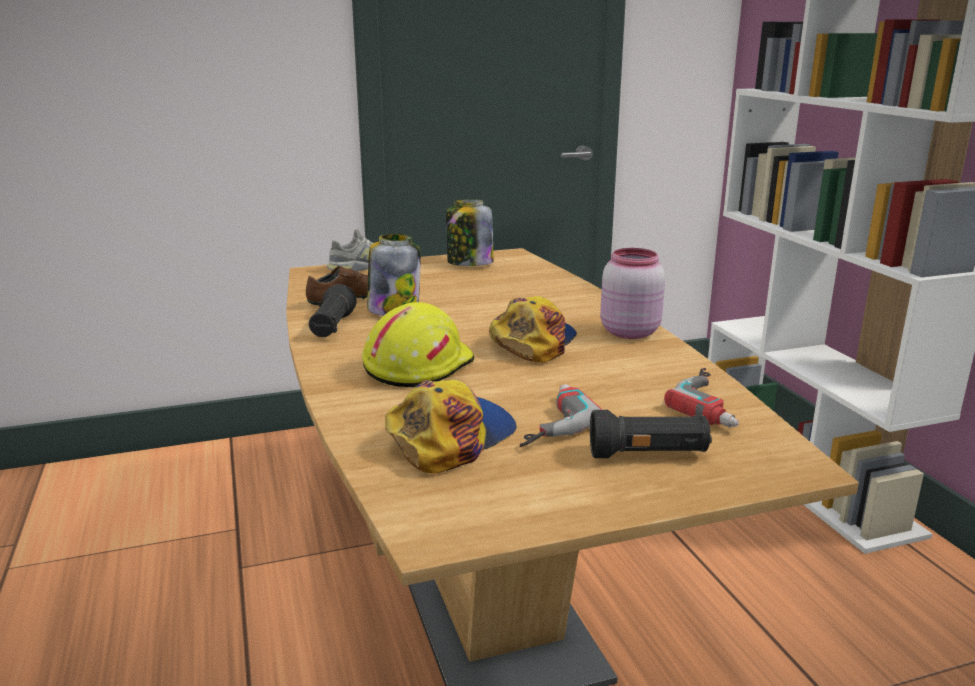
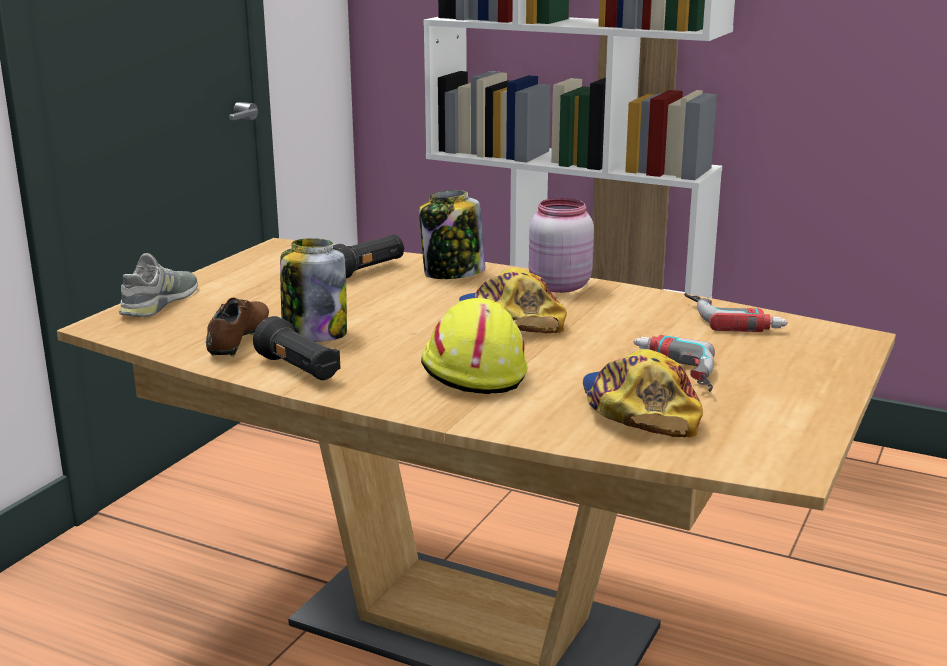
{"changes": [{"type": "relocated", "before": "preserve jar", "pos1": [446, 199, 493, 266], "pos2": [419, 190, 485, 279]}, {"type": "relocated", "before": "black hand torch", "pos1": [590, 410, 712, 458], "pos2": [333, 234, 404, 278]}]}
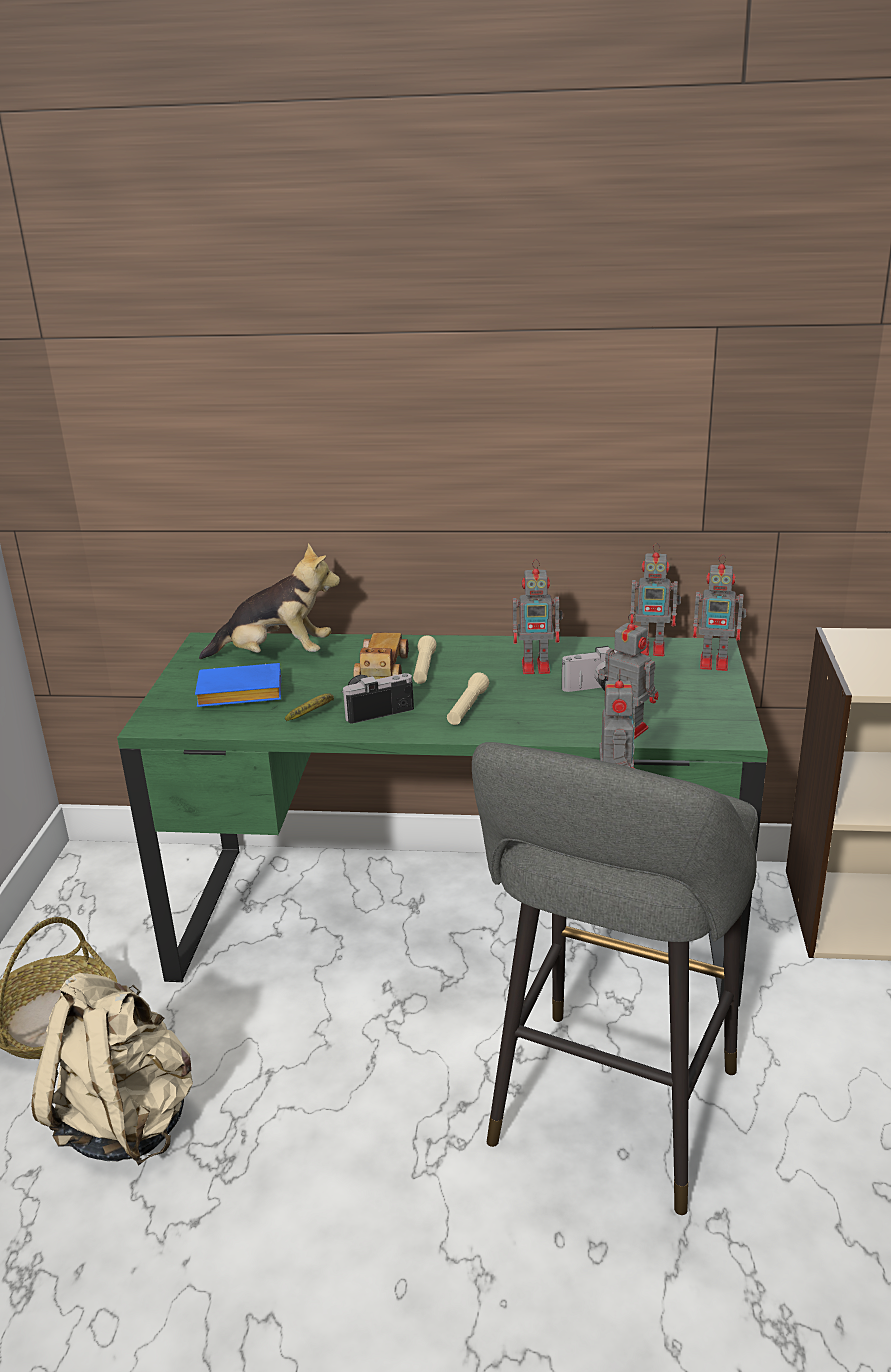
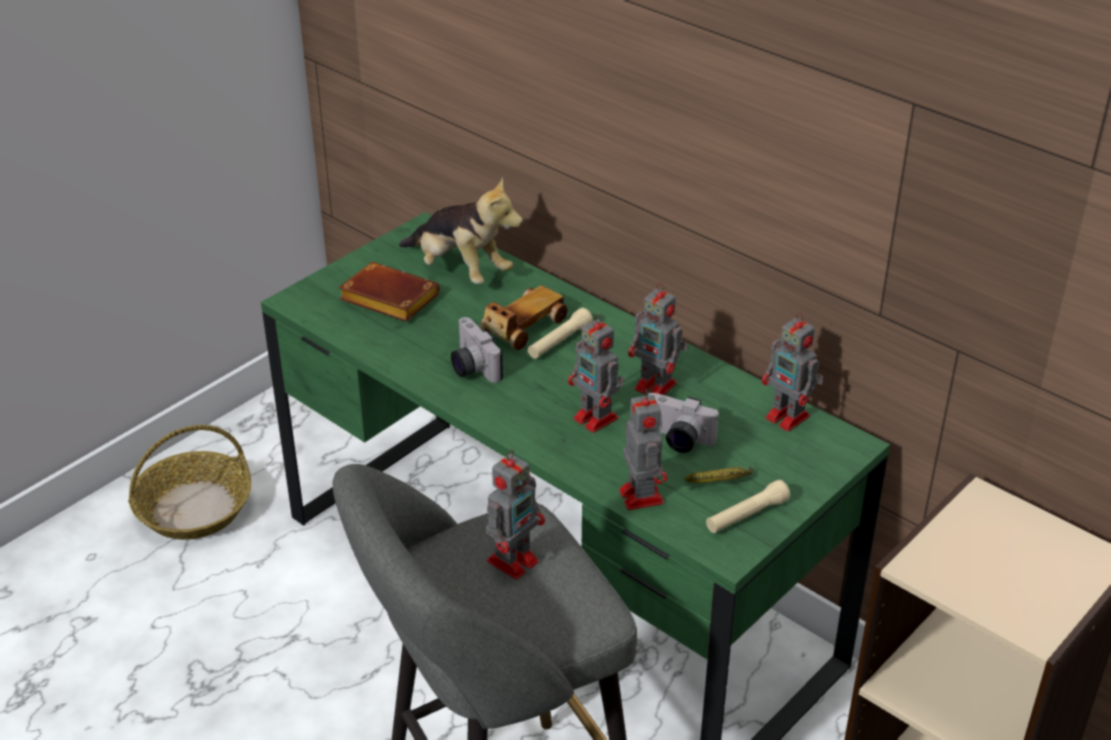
{"changes": [{"type": "missing", "before": "beige-coloured rucksack", "pos1": [31, 973, 193, 1166]}, {"type": "relocated", "before": "whole banana", "pos1": [285, 693, 334, 721], "pos2": [684, 466, 753, 483]}, {"type": "relocated", "before": "beige-coloured hand torch", "pos1": [447, 672, 489, 725], "pos2": [706, 480, 790, 533]}, {"type": "relocated", "before": "robot figure", "pos1": [693, 554, 747, 671], "pos2": [568, 314, 624, 433]}, {"type": "colour", "before": "blue-coloured book", "after": "brown book", "pos1": [195, 663, 281, 707], "pos2": [339, 262, 440, 322]}, {"type": "spun", "before": "still camera", "pos1": [341, 673, 414, 724], "pos2": [451, 317, 503, 383], "turn": -135}]}
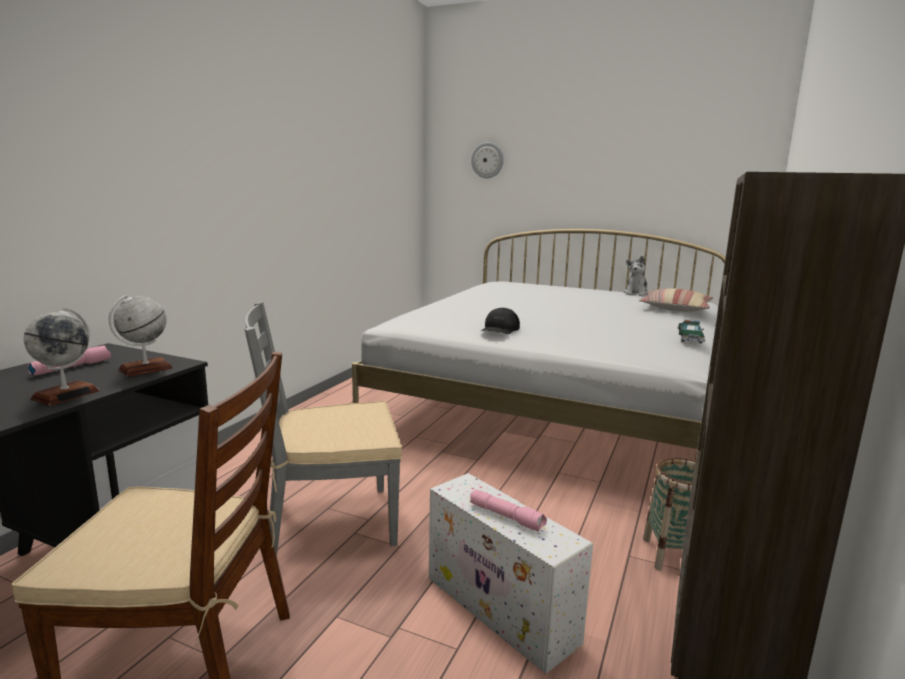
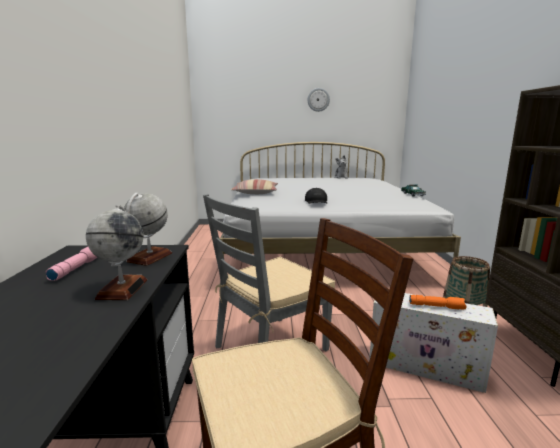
{"changes": [{"type": "relocated", "before": "clock on the wall", "pos1": [471, 142, 504, 178], "pos2": [308, 88, 330, 112]}, {"type": "relocated", "before": "cushion", "pos1": [639, 288, 713, 312], "pos2": [231, 179, 278, 194]}, {"type": "colour", "before": "pink-coloured hand torch", "after": "orange hand torch", "pos1": [470, 489, 547, 531], "pos2": [409, 295, 467, 309]}]}
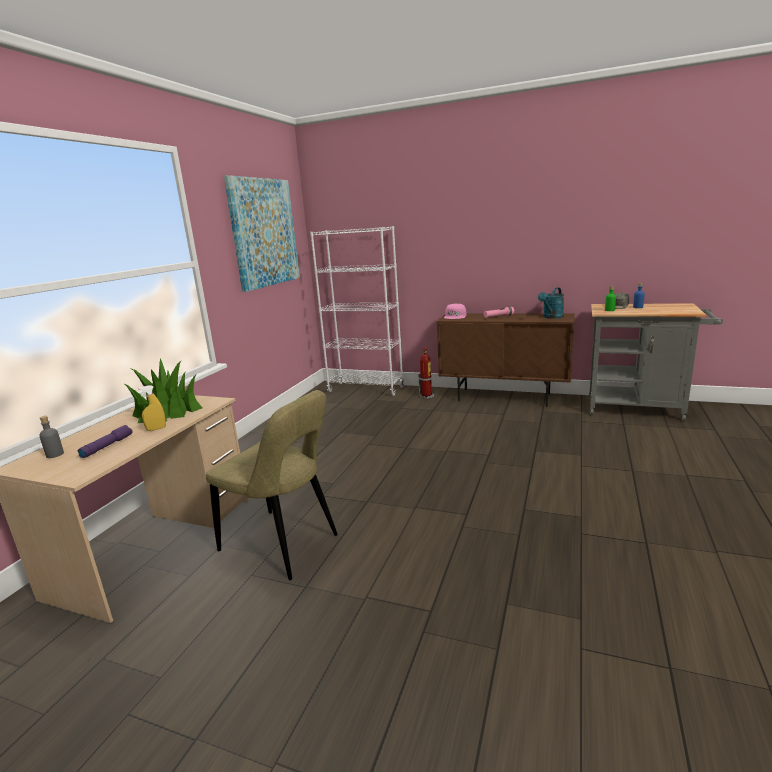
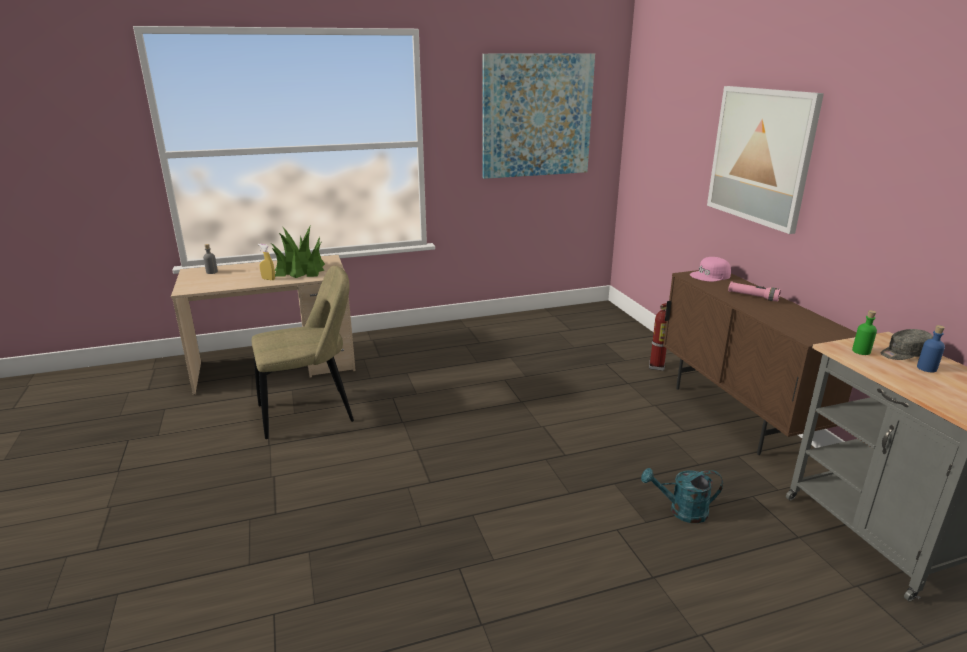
{"changes": [{"type": "missing", "before": "purplish hand torch", "pos1": [77, 425, 132, 458]}, {"type": "missing", "before": "white-coloured shelving unit", "pos1": [310, 226, 404, 396]}, {"type": "appeared", "after": "wall picture", "pos2": [707, 86, 824, 234]}, {"type": "relocated", "before": "turquoise watering can", "pos1": [538, 288, 564, 319], "pos2": [641, 468, 723, 523]}, {"type": "spun", "before": "beige-coloured chair", "pos1": [206, 390, 338, 580], "pos2": [252, 266, 354, 439], "turn": -105}]}
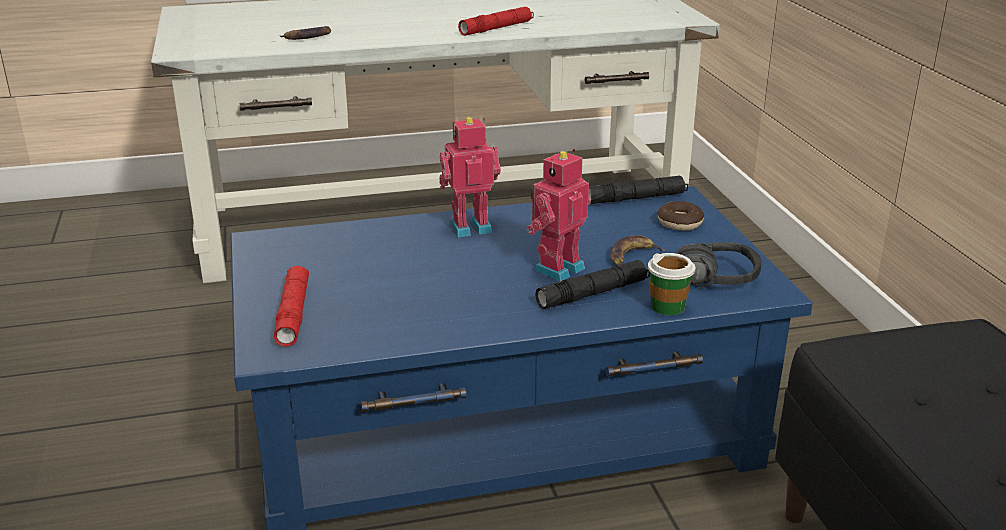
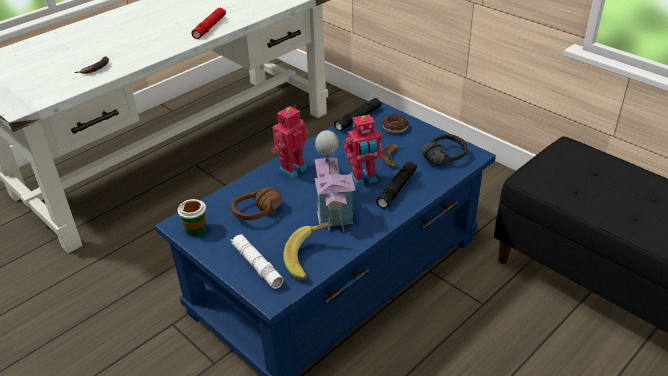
{"changes": [{"type": "appeared", "after": "brown headset", "pos2": [232, 187, 282, 221]}, {"type": "appeared", "after": "whole banana", "pos2": [284, 222, 332, 280]}, {"type": "appeared", "after": "toy house", "pos2": [315, 130, 356, 232]}, {"type": "relocated", "before": "small cup", "pos1": [648, 253, 695, 315], "pos2": [178, 199, 206, 236]}, {"type": "colour", "before": "reddish hand torch", "after": "white-coloured hand torch", "pos1": [274, 265, 309, 347], "pos2": [231, 234, 284, 289]}, {"type": "spun", "before": "robot figure", "pos1": [526, 149, 591, 281], "pos2": [344, 115, 384, 187], "turn": -120}]}
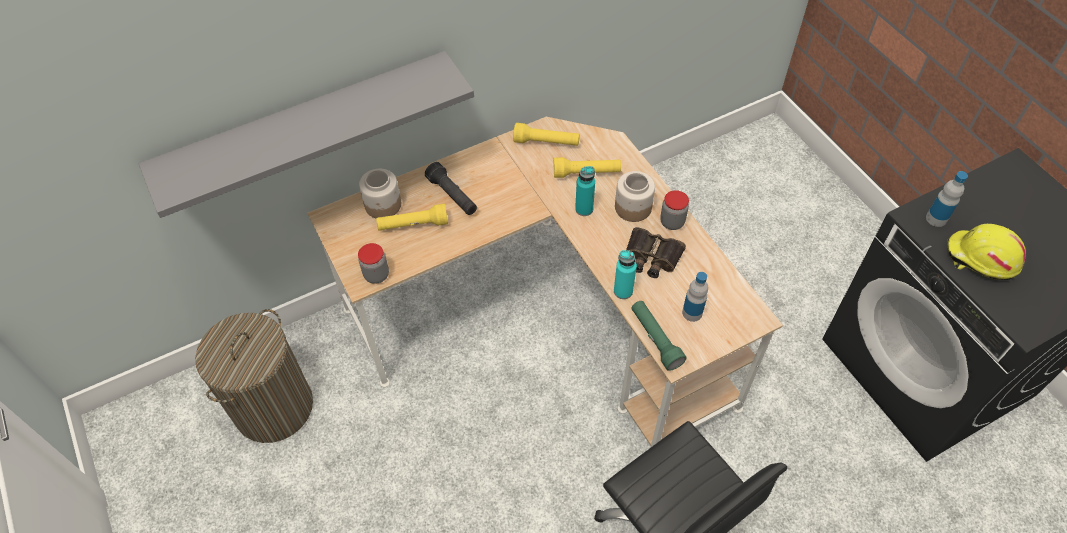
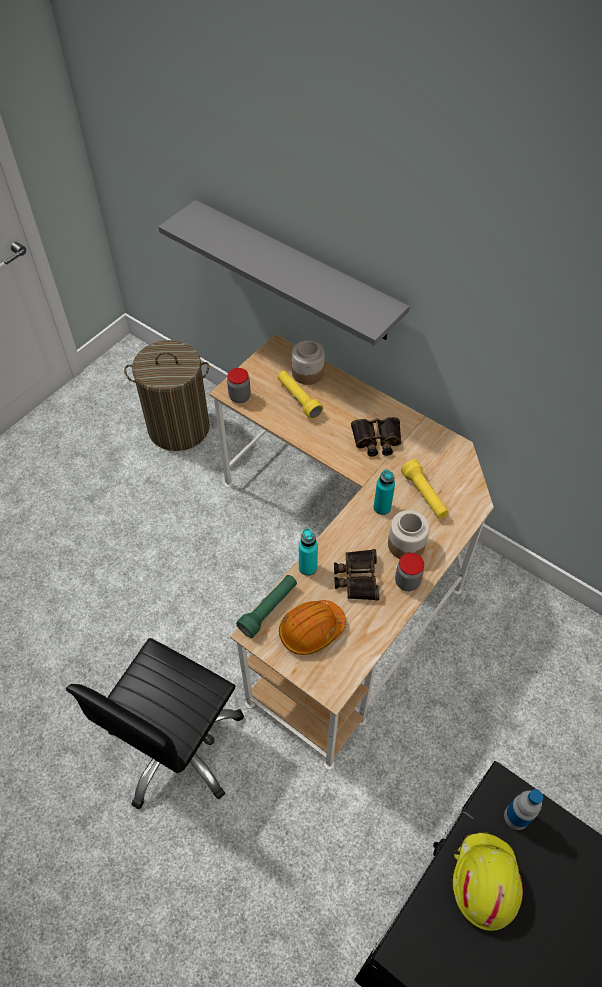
{"changes": [{"type": "missing", "before": "black hand torch", "pos1": [425, 162, 477, 215]}, {"type": "missing", "before": "yellowish hand torch", "pos1": [513, 123, 580, 146]}, {"type": "appeared", "after": "binoculars", "pos2": [351, 417, 401, 457]}, {"type": "exchanged", "before": "bottle", "after": "orange work helmet", "pos1": [682, 272, 708, 322], "pos2": [279, 600, 346, 655]}]}
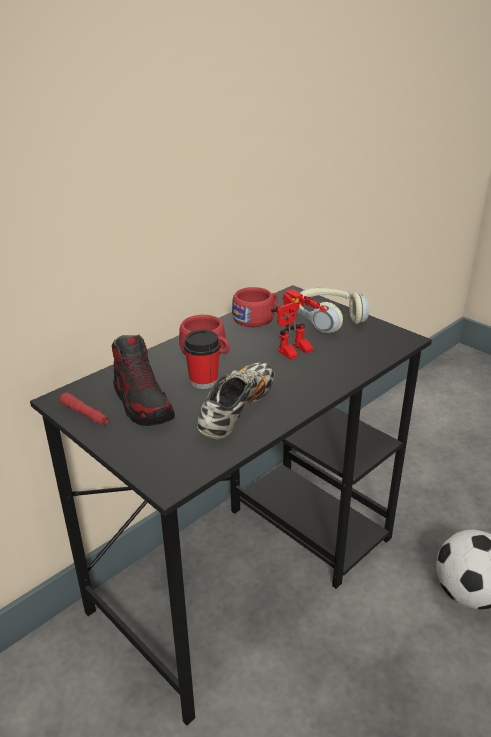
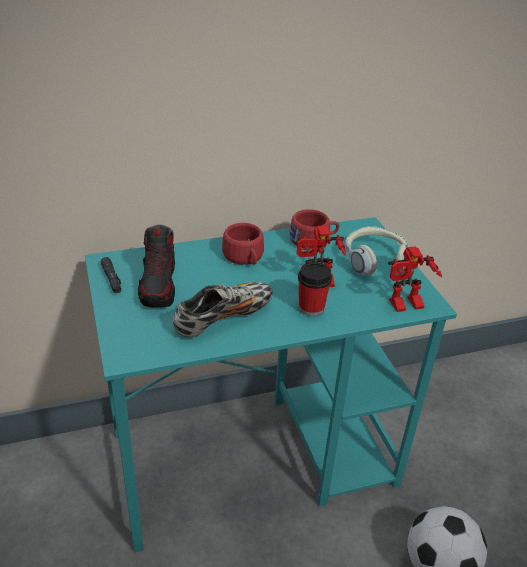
{"changes": [{"type": "appeared", "after": "robot figure", "pos2": [388, 246, 442, 312]}, {"type": "relocated", "before": "small cup", "pos1": [184, 330, 221, 389], "pos2": [298, 262, 332, 317]}, {"type": "colour", "before": "black desk table", "after": "turquoise desk table", "pos1": [30, 285, 432, 726], "pos2": [85, 217, 457, 552]}, {"type": "colour", "before": "reddish hand torch", "after": "black hand torch", "pos1": [60, 392, 108, 426], "pos2": [101, 257, 121, 293]}]}
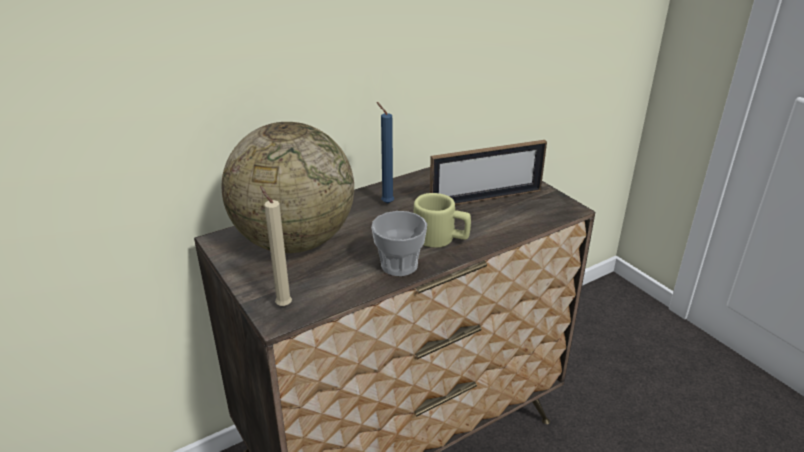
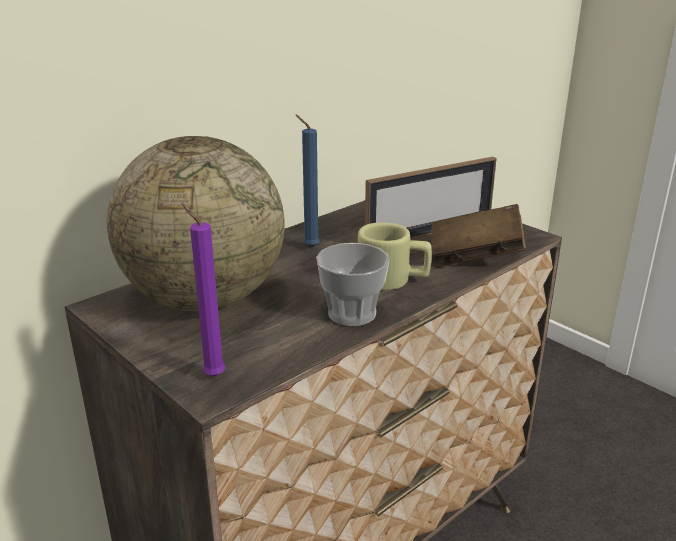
{"changes": [{"type": "appeared", "after": "brown book", "pos2": [431, 204, 526, 267]}, {"type": "colour", "before": "beige-coloured wax light", "after": "purplish wax light", "pos1": [260, 186, 292, 306], "pos2": [182, 203, 225, 377]}]}
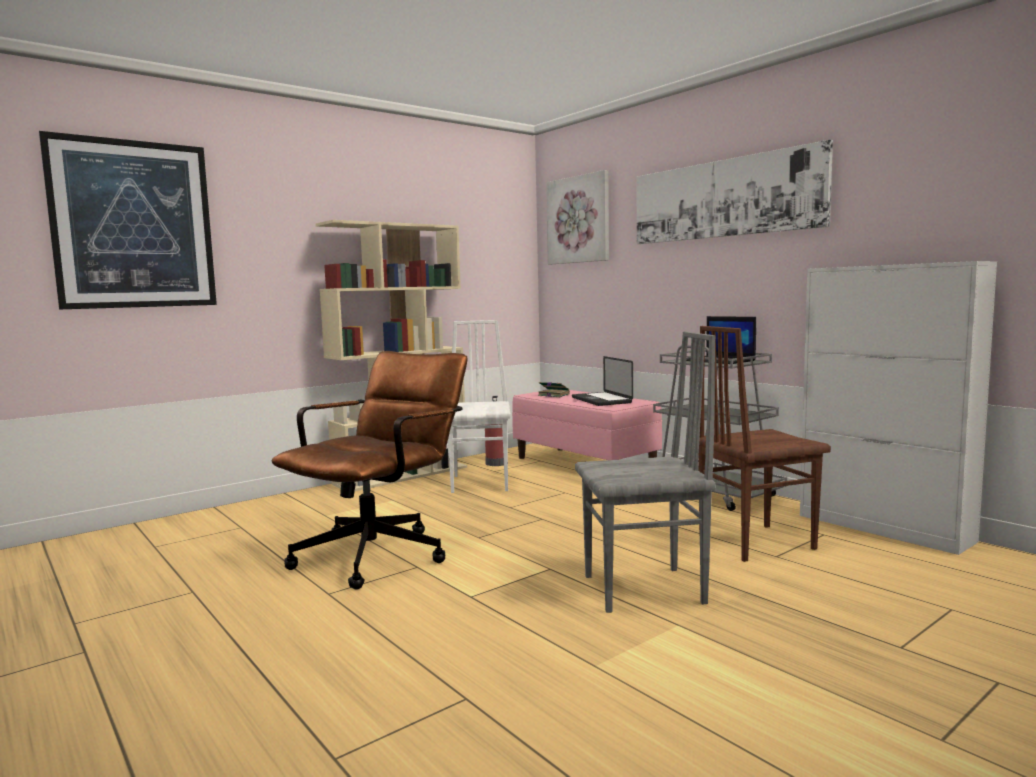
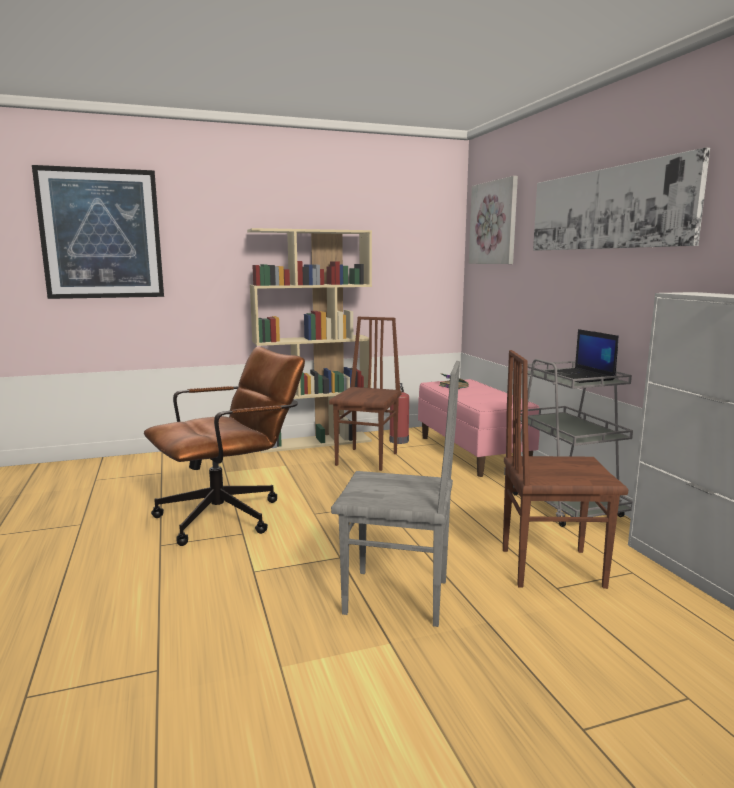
{"changes": [{"type": "missing", "before": "notebook computer", "pos1": [572, 356, 633, 406]}, {"type": "colour", "before": "white-coloured chair", "after": "brown chair", "pos1": [448, 320, 511, 493], "pos2": [329, 317, 402, 471]}]}
